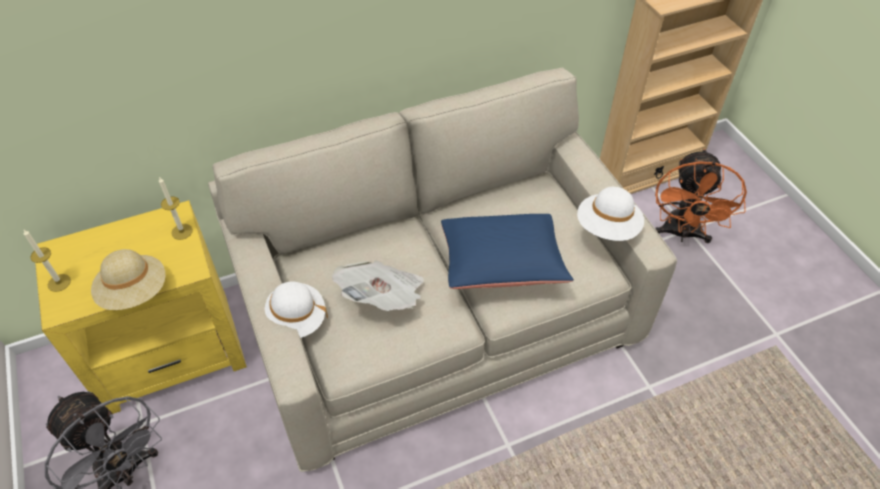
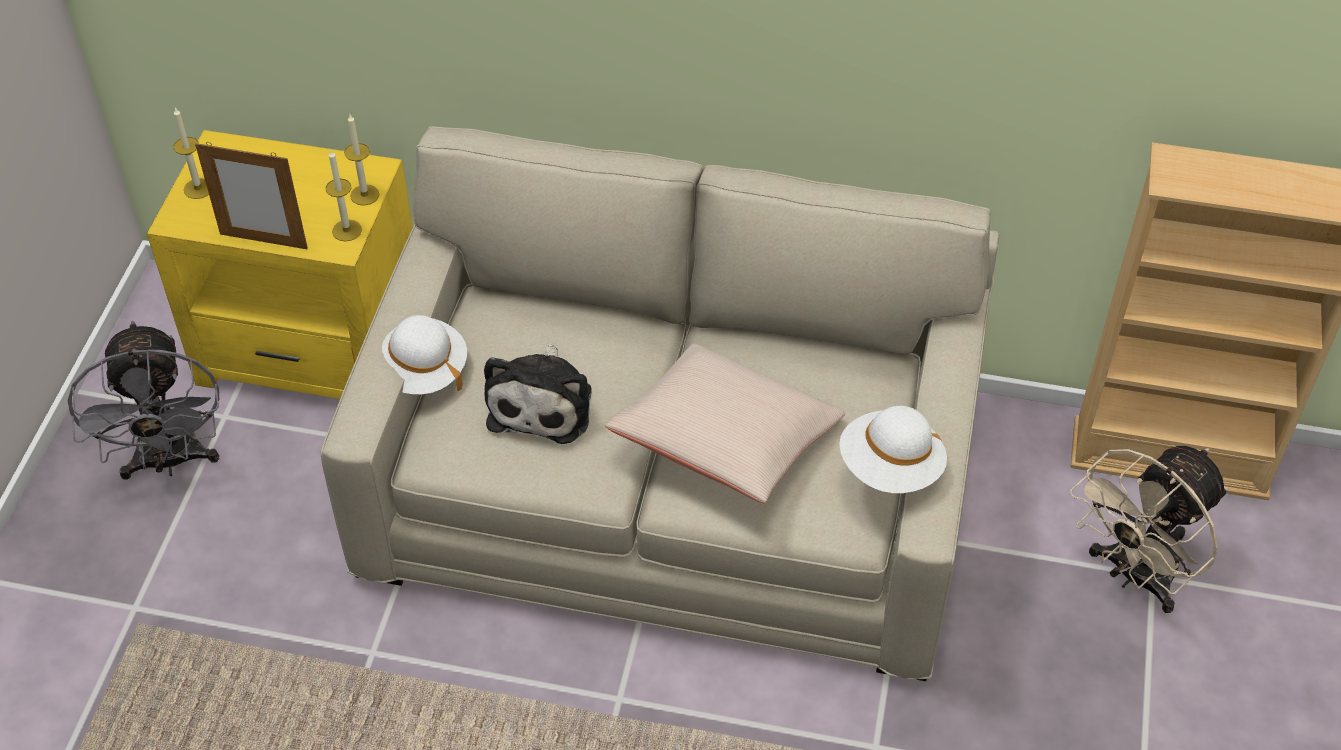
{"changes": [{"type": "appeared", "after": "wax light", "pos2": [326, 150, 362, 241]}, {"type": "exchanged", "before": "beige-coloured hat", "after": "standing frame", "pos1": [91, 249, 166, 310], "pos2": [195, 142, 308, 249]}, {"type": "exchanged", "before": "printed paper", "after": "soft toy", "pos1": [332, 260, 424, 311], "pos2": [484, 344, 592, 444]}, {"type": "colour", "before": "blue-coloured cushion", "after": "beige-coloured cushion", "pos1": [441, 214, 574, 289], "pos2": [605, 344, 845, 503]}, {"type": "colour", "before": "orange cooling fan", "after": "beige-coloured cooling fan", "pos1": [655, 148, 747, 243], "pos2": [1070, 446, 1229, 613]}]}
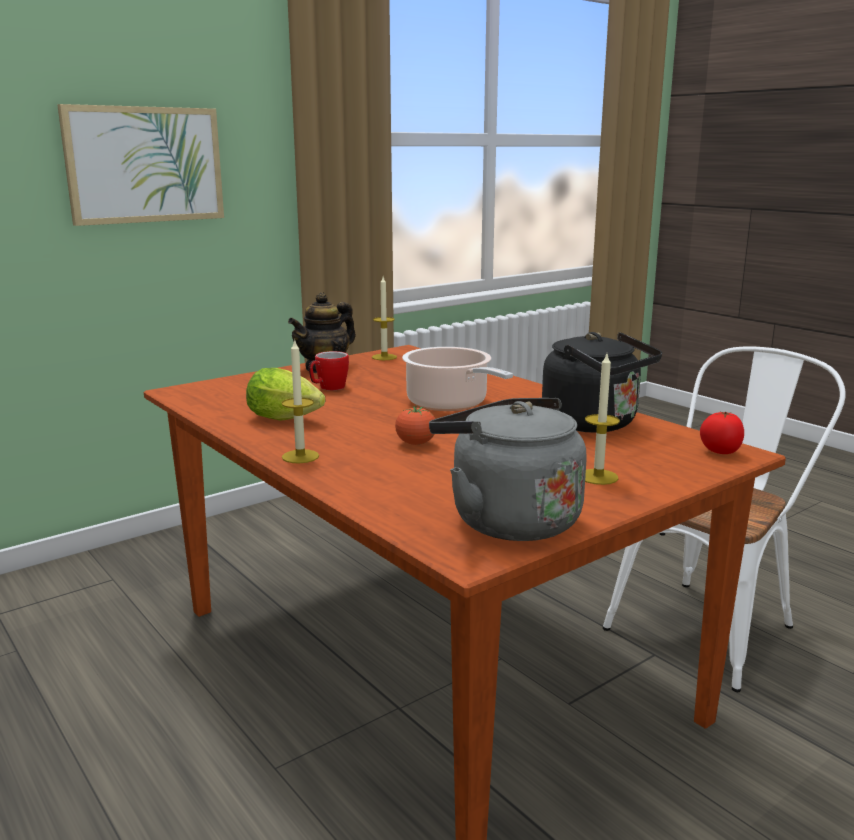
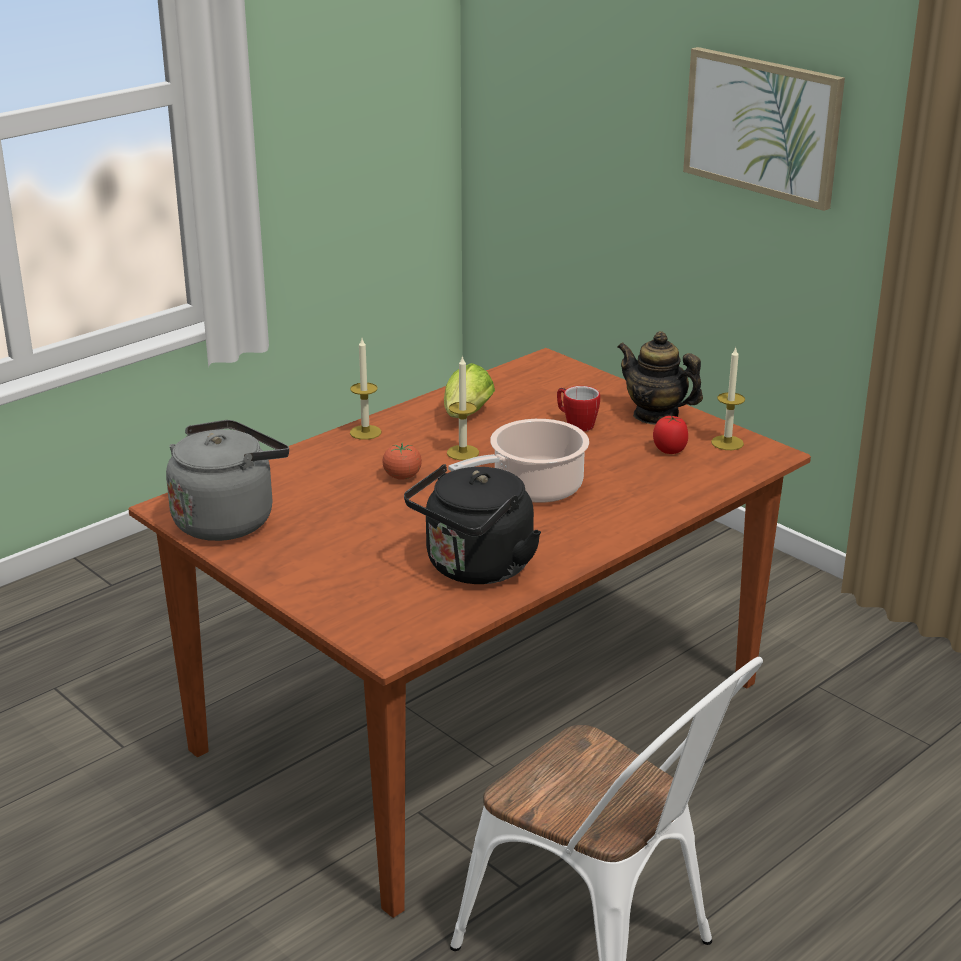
{"changes": [{"type": "relocated", "before": "wax light", "pos1": [585, 354, 620, 485], "pos2": [447, 355, 479, 460]}, {"type": "relocated", "before": "fresh tomato", "pos1": [700, 411, 744, 454], "pos2": [653, 416, 688, 454]}]}
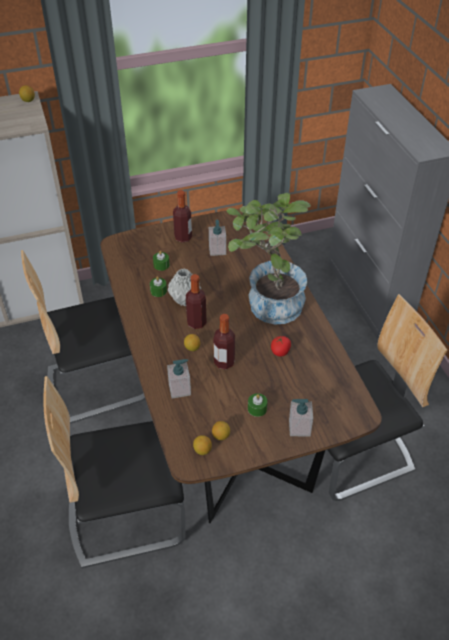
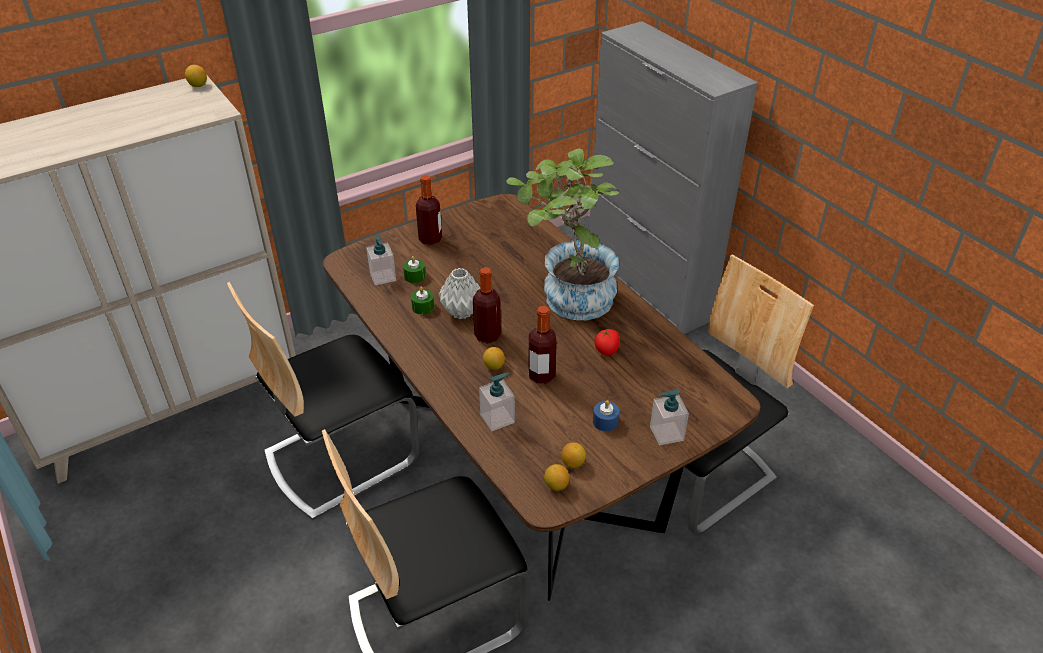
{"changes": [{"type": "relocated", "before": "soap bottle", "pos1": [209, 220, 226, 256], "pos2": [366, 234, 396, 285]}, {"type": "colour", "before": "green-coloured wax light", "after": "blue-coloured wax light", "pos1": [248, 393, 268, 417], "pos2": [593, 400, 619, 431]}]}
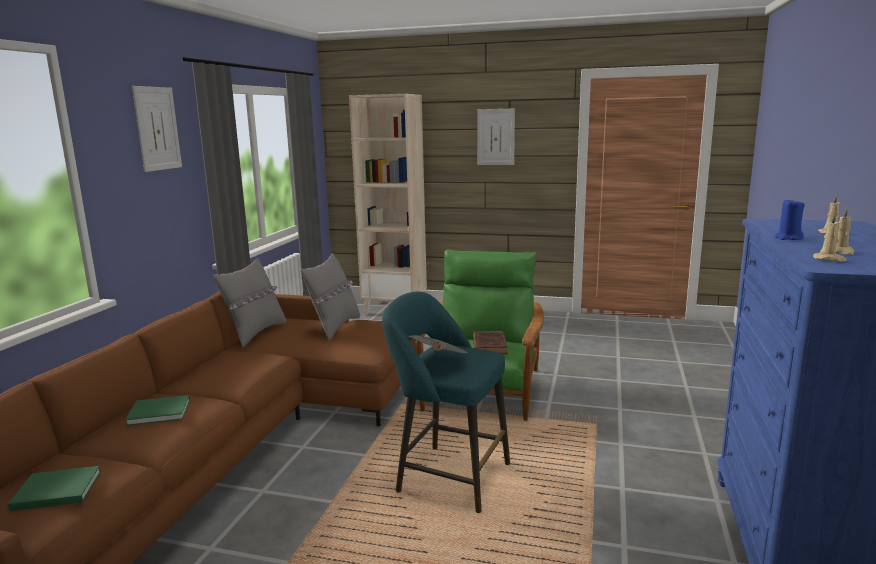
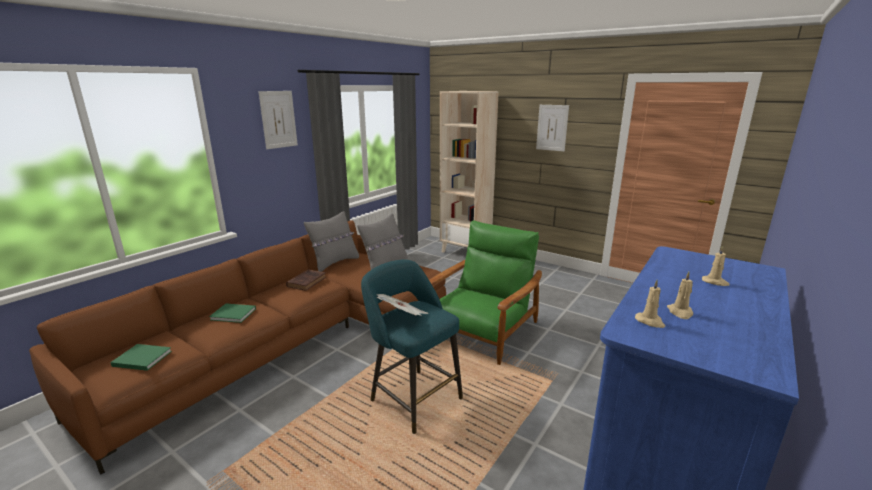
{"changes": [{"type": "missing", "before": "blue-coloured wax light", "pos1": [775, 198, 805, 240]}, {"type": "relocated", "before": "brown book", "pos1": [473, 331, 508, 354], "pos2": [286, 269, 326, 291]}]}
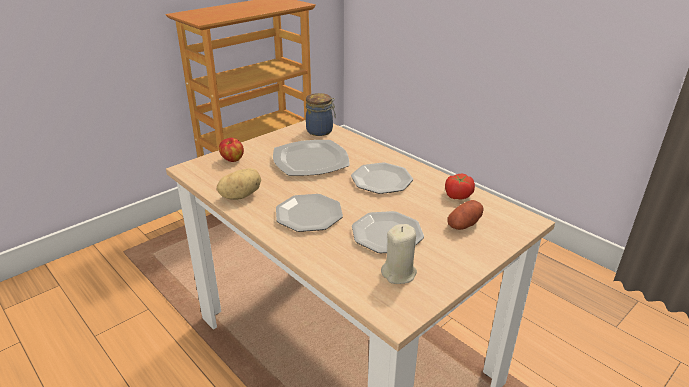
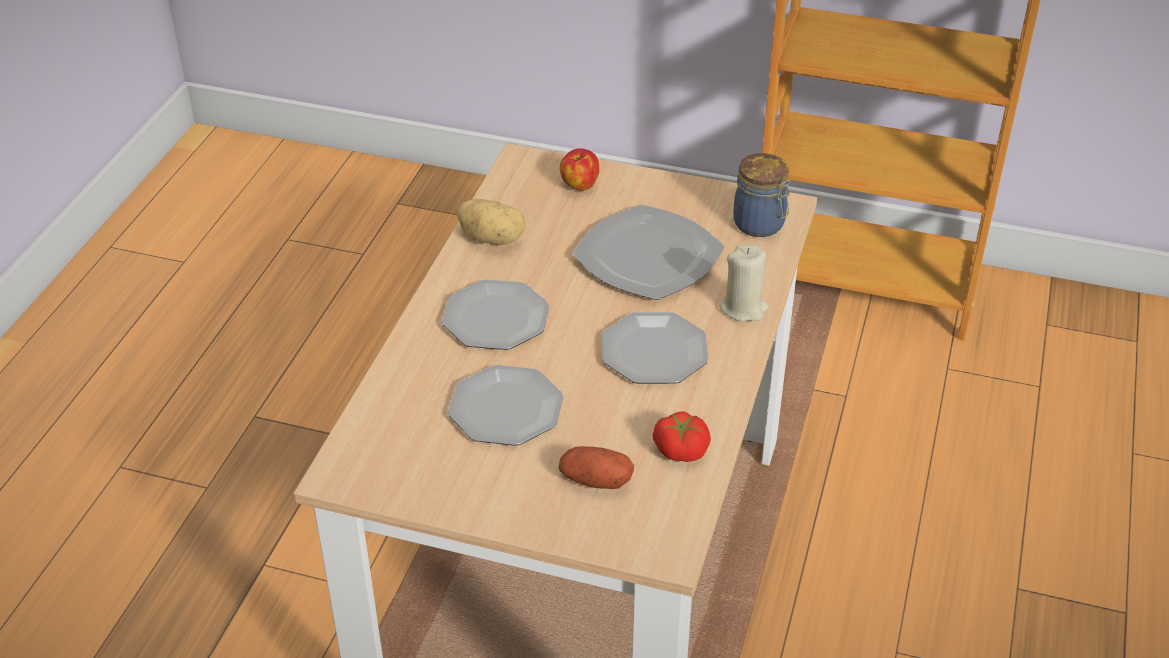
{"changes": [{"type": "relocated", "before": "beige-coloured wax light", "pos1": [381, 224, 417, 284], "pos2": [719, 245, 769, 321]}]}
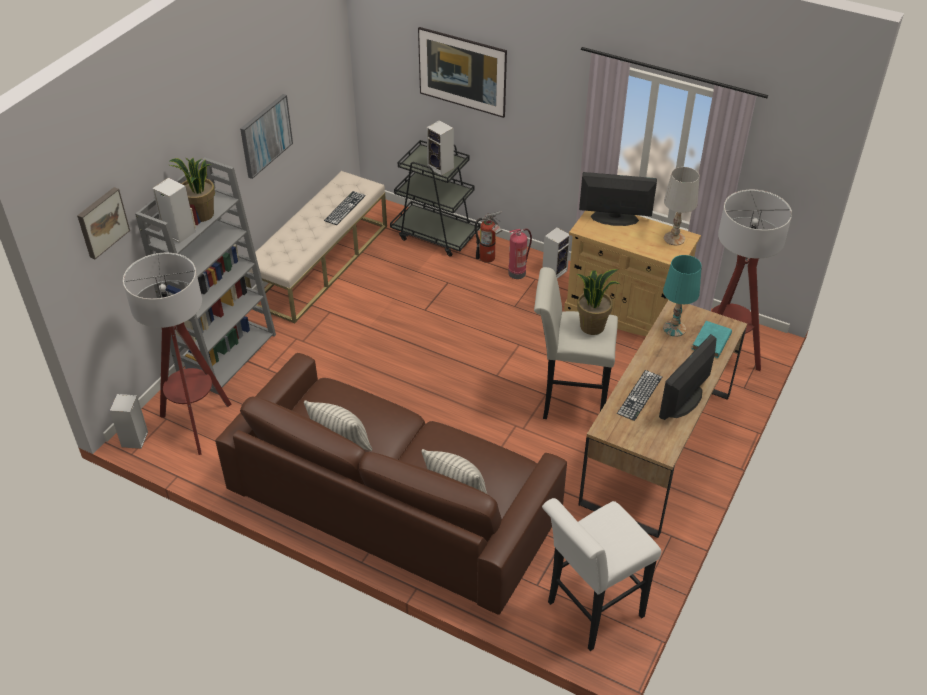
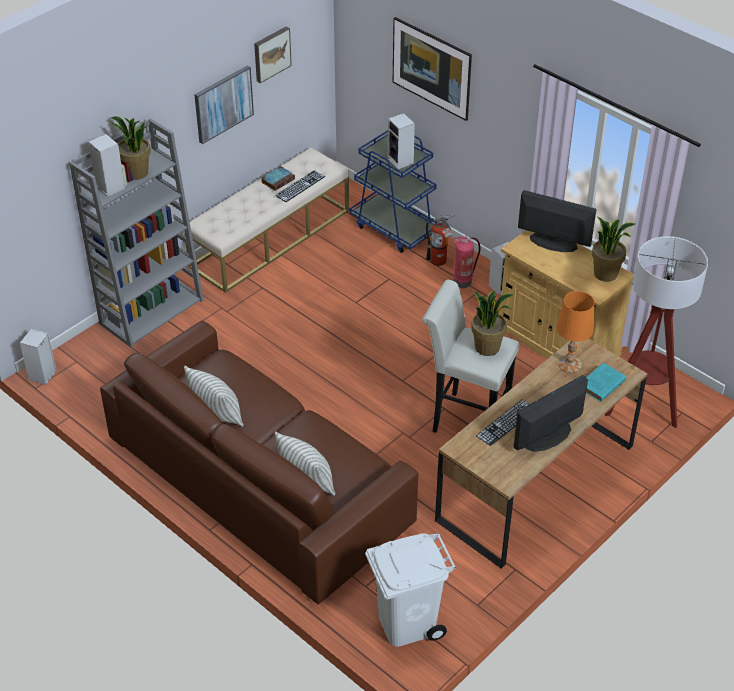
{"changes": [{"type": "missing", "before": "floor lamp", "pos1": [123, 253, 232, 455]}, {"type": "appeared", "after": "book", "pos2": [261, 166, 295, 191]}, {"type": "relocated", "before": "wall picture", "pos1": [77, 187, 130, 259], "pos2": [254, 26, 292, 83]}, {"type": "exchanged", "before": "white-coloured stool", "after": "white-coloured waste bin", "pos1": [542, 498, 661, 651], "pos2": [365, 533, 456, 647]}, {"type": "exchanged", "before": "white-coloured table lamp", "after": "houseplant", "pos1": [664, 167, 699, 246], "pos2": [592, 216, 635, 282]}, {"type": "colour", "before": "black trolley", "after": "blue-coloured trolley", "pos1": [390, 140, 480, 257], "pos2": [349, 130, 437, 253]}, {"type": "colour", "before": "turquoise table lamp", "after": "orange table lamp", "pos1": [663, 255, 702, 337], "pos2": [557, 291, 595, 373]}]}
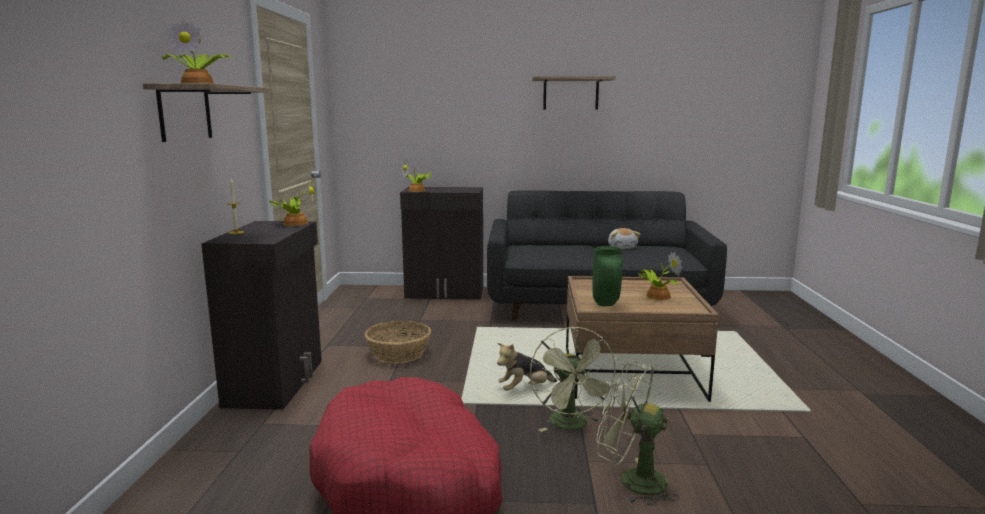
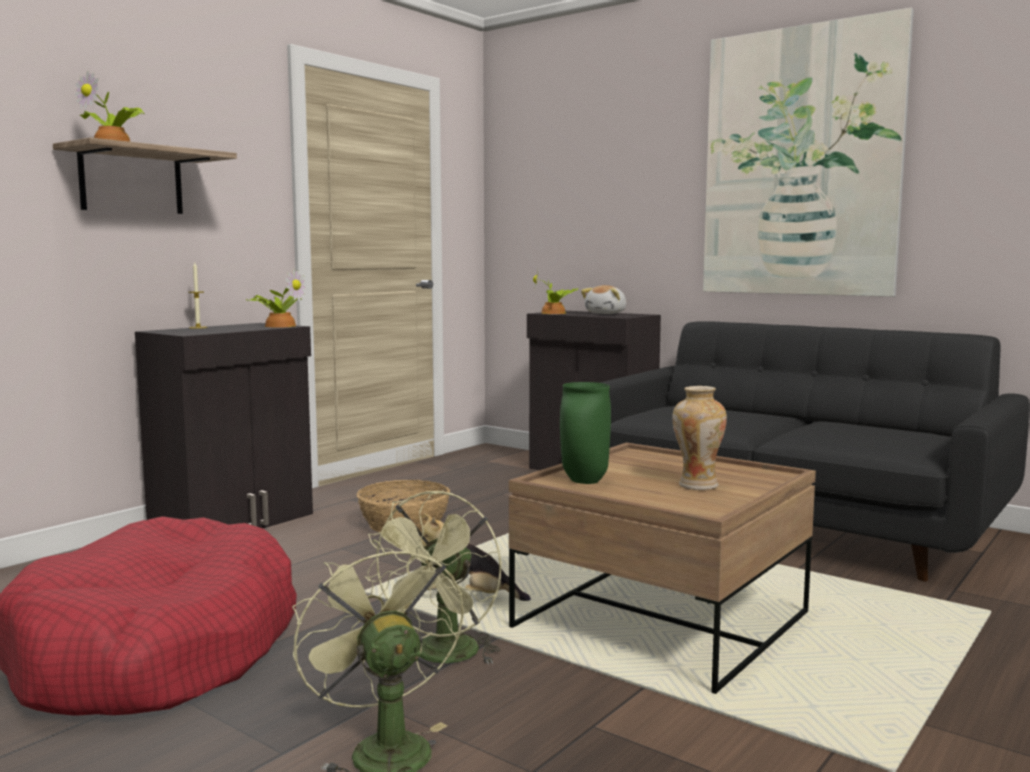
{"changes": [{"type": "relocated", "before": "soft toy", "pos1": [608, 228, 641, 249], "pos2": [581, 285, 627, 314]}, {"type": "exchanged", "before": "wall shelf", "after": "wall picture", "pos1": [532, 76, 616, 110], "pos2": [703, 8, 914, 297]}, {"type": "exchanged", "before": "houseplant", "after": "decorative vase", "pos1": [638, 251, 682, 300], "pos2": [672, 386, 727, 490]}]}
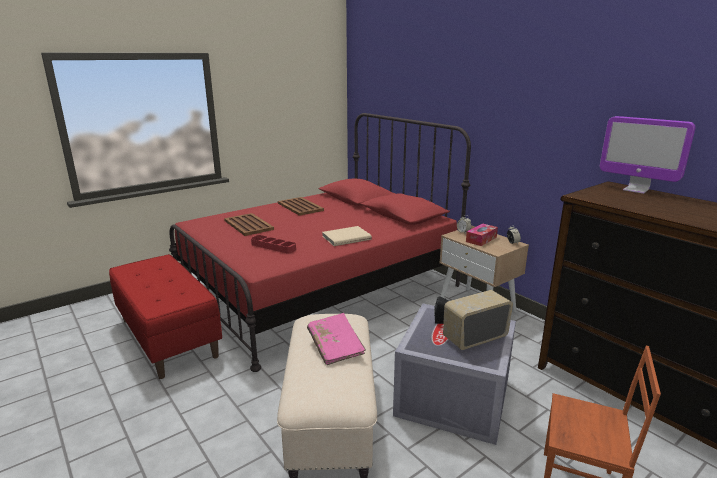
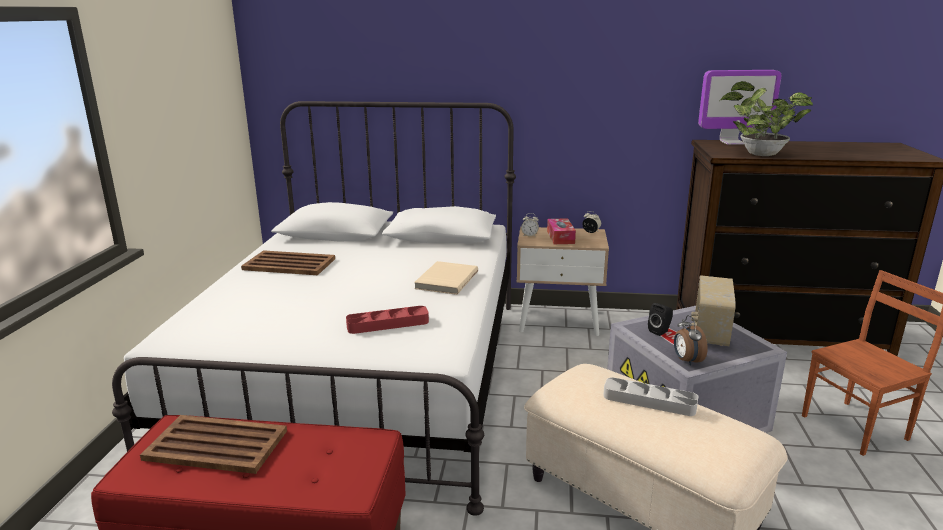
{"changes": [{"type": "appeared", "after": "alarm clock", "pos2": [674, 315, 708, 366]}, {"type": "appeared", "after": "houseplant", "pos2": [720, 81, 813, 156]}, {"type": "relocated", "before": "brown carrying tray", "pos1": [224, 213, 274, 236], "pos2": [140, 415, 287, 474]}, {"type": "exchanged", "before": "pink-coloured book", "after": "grey carrying tray", "pos1": [307, 313, 366, 365], "pos2": [603, 377, 699, 416]}, {"type": "colour", "before": "reddish sleeping bed", "after": "white-coloured sleeping bed", "pos1": [169, 113, 471, 372], "pos2": [112, 101, 516, 516]}]}
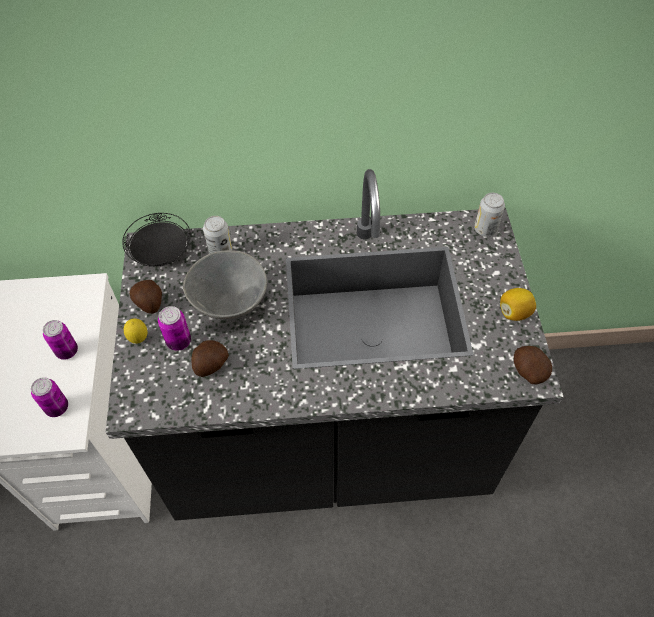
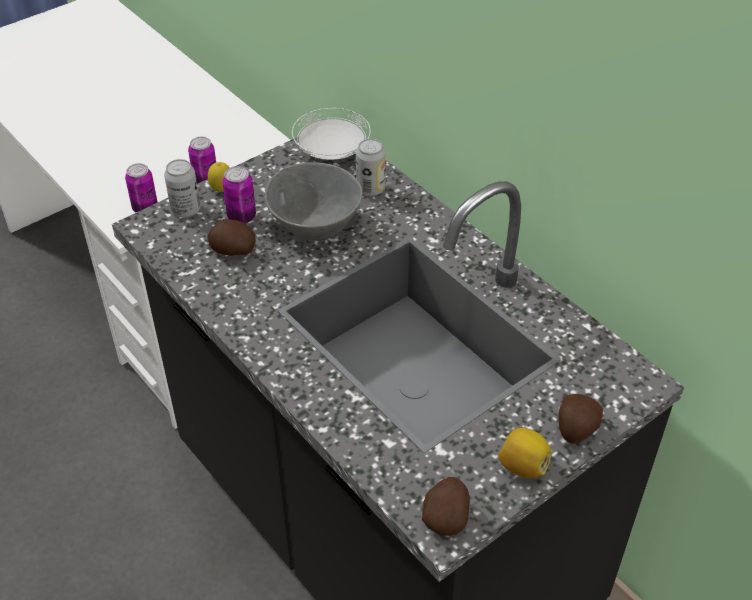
{"changes": [{"type": "relocated", "before": "spud", "pos1": [129, 280, 162, 314], "pos2": [559, 394, 603, 444]}, {"type": "relocated", "before": "can", "pos1": [474, 193, 505, 237], "pos2": [164, 159, 200, 217]}, {"type": "colour", "before": "black dinner plate", "after": "white-coloured dinner plate", "pos1": [122, 213, 191, 267], "pos2": [292, 108, 371, 160]}]}
